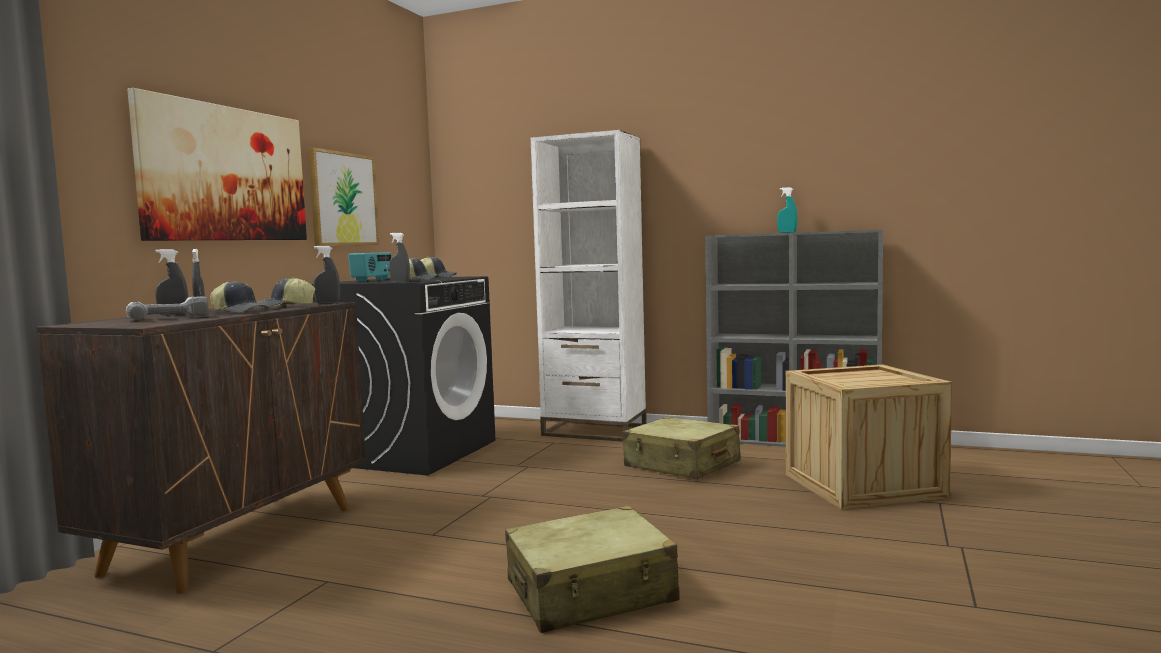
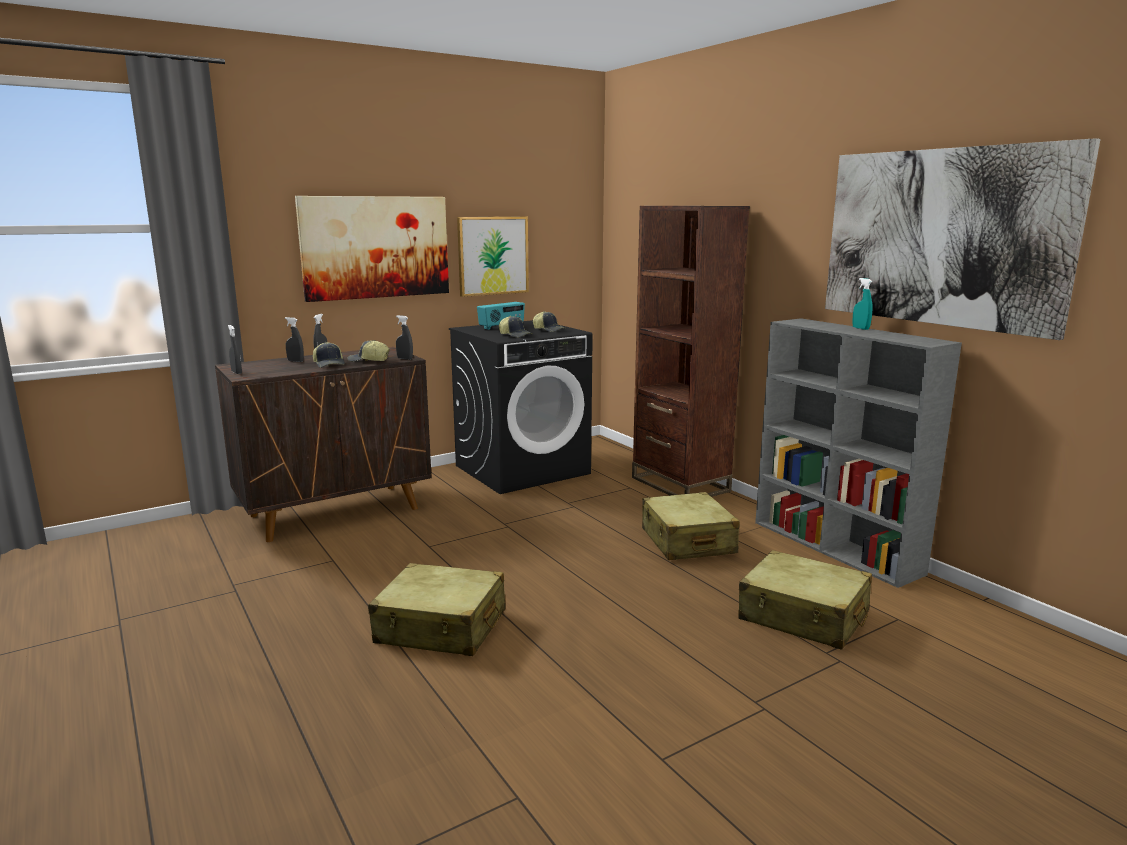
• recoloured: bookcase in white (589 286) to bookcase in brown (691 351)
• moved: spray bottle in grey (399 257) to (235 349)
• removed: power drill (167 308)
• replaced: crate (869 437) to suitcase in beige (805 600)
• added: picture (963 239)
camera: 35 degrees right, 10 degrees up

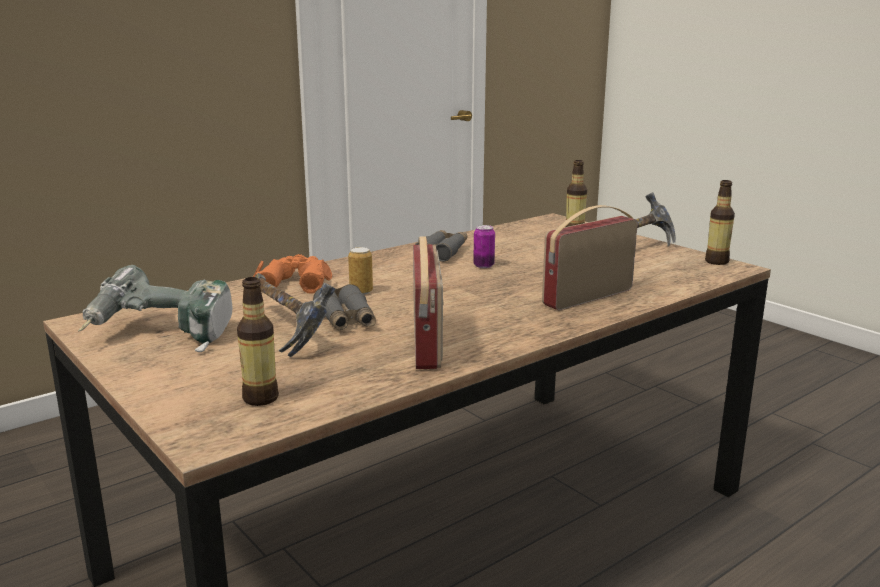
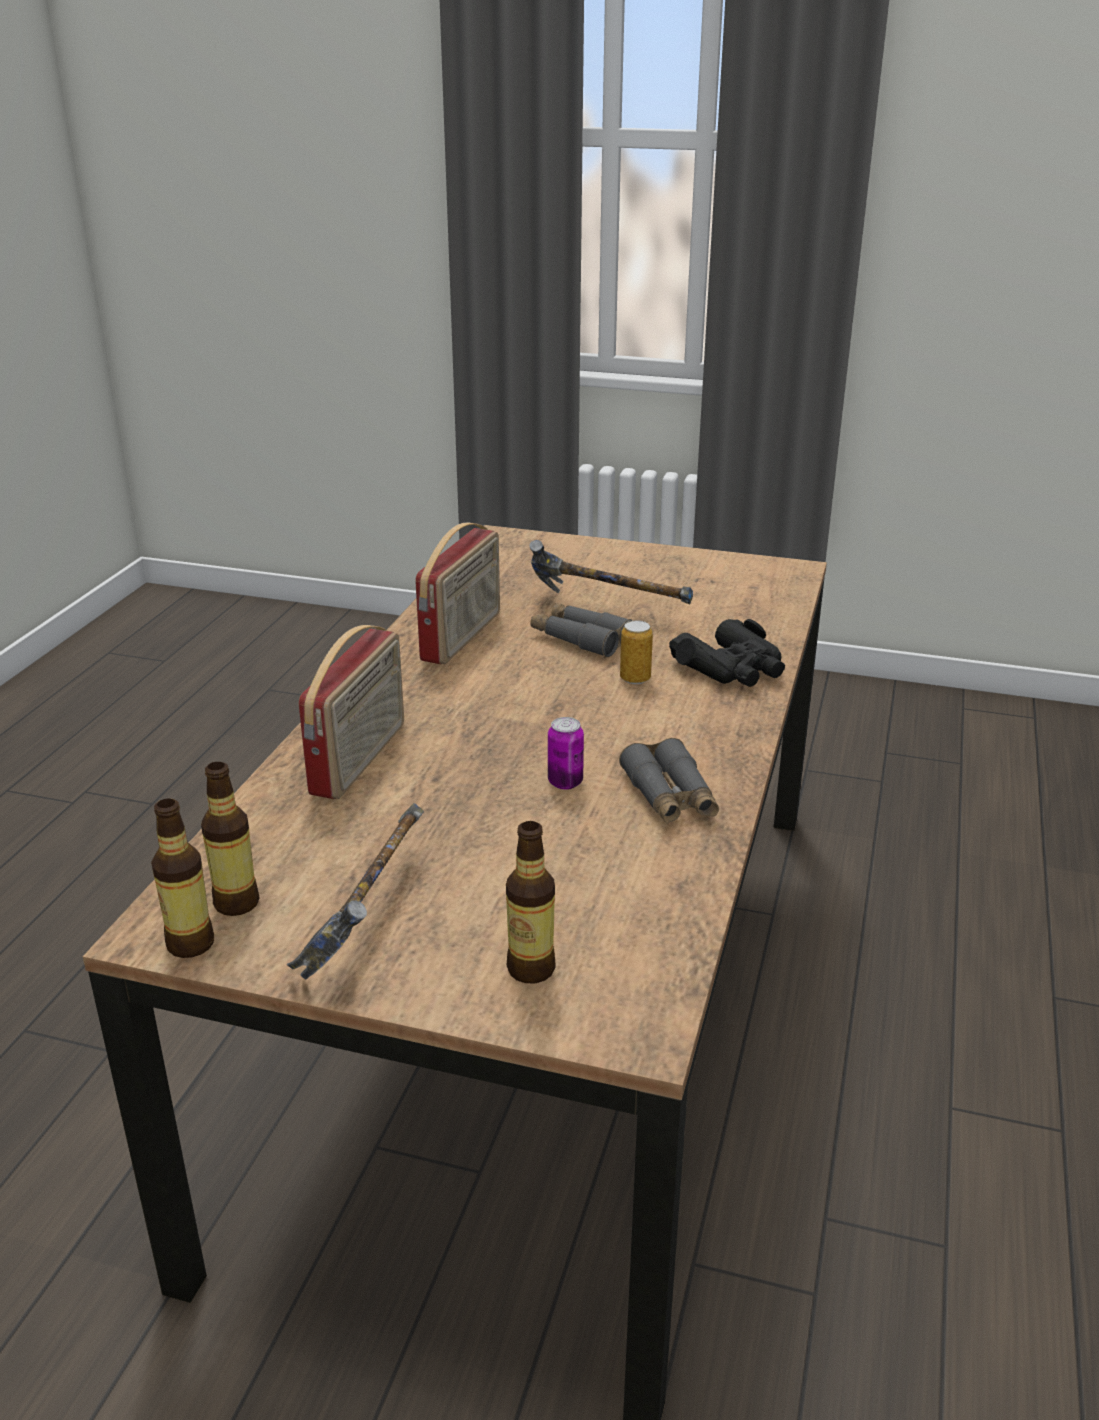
• turned: radio (428 303) = (457 593) 120 degrees counterclockwise
• recoloured: binoculars in orange (292 274) to binoculars in black (727 653)
• removed: power drill (155 308)
• moved: bottle (258 341) to (230 839)
camera: 145 degrees right, 10 degrees up

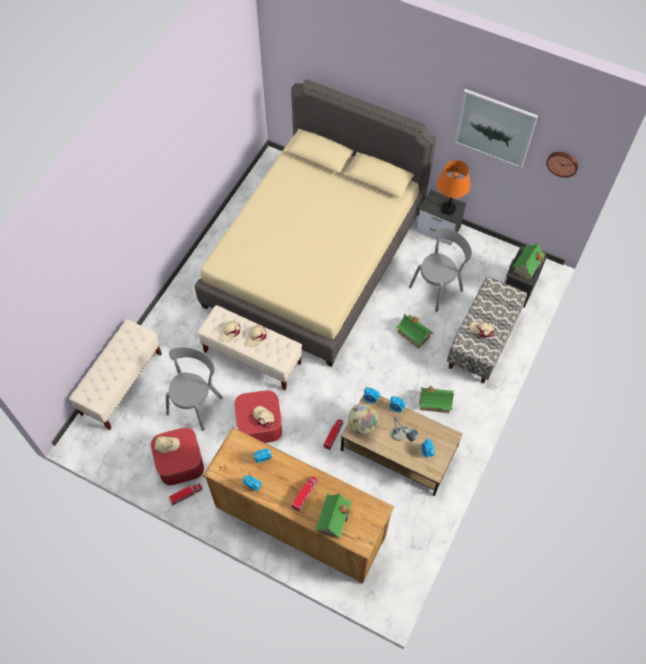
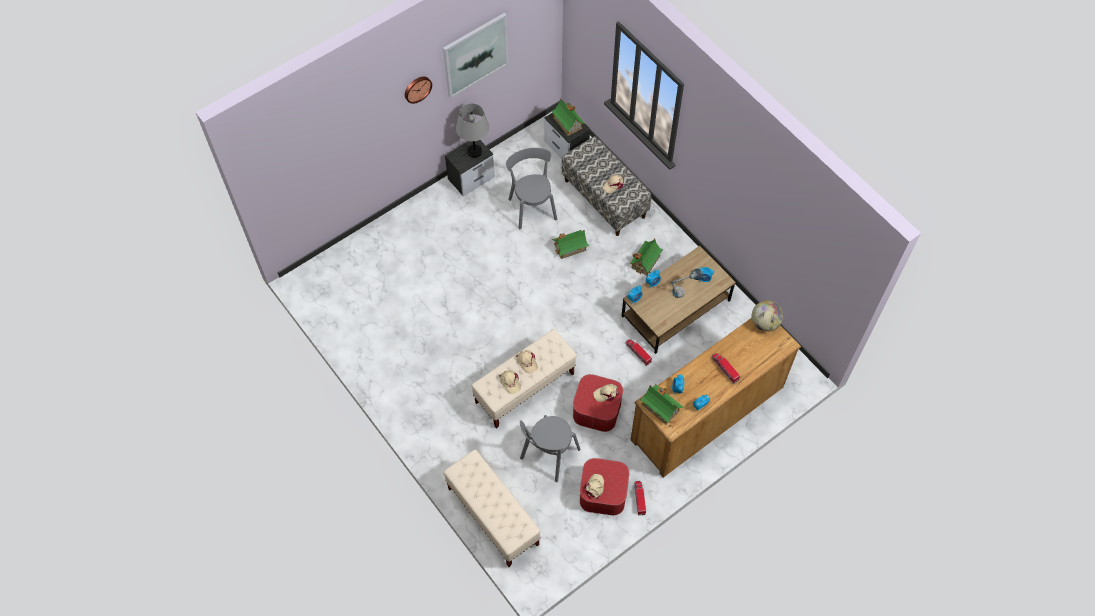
• removed: bed in beige (315 223)
• moved: wall clock (562 165) to (418 90)
• recoloured: table lamp in orange (453 187) to table lamp in grey (473 130)
• turned: chair in grey (194 389) = (550 448) 105 degrees counterclockwise
• moved: globe (363 419) to (767 316)
• moved: toy house (333 515) to (661 404)
camera: 65 degrees left, 0 degrees up

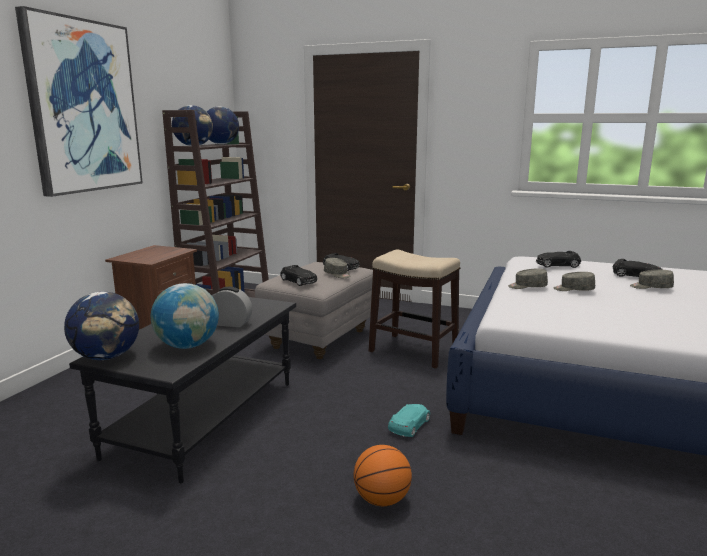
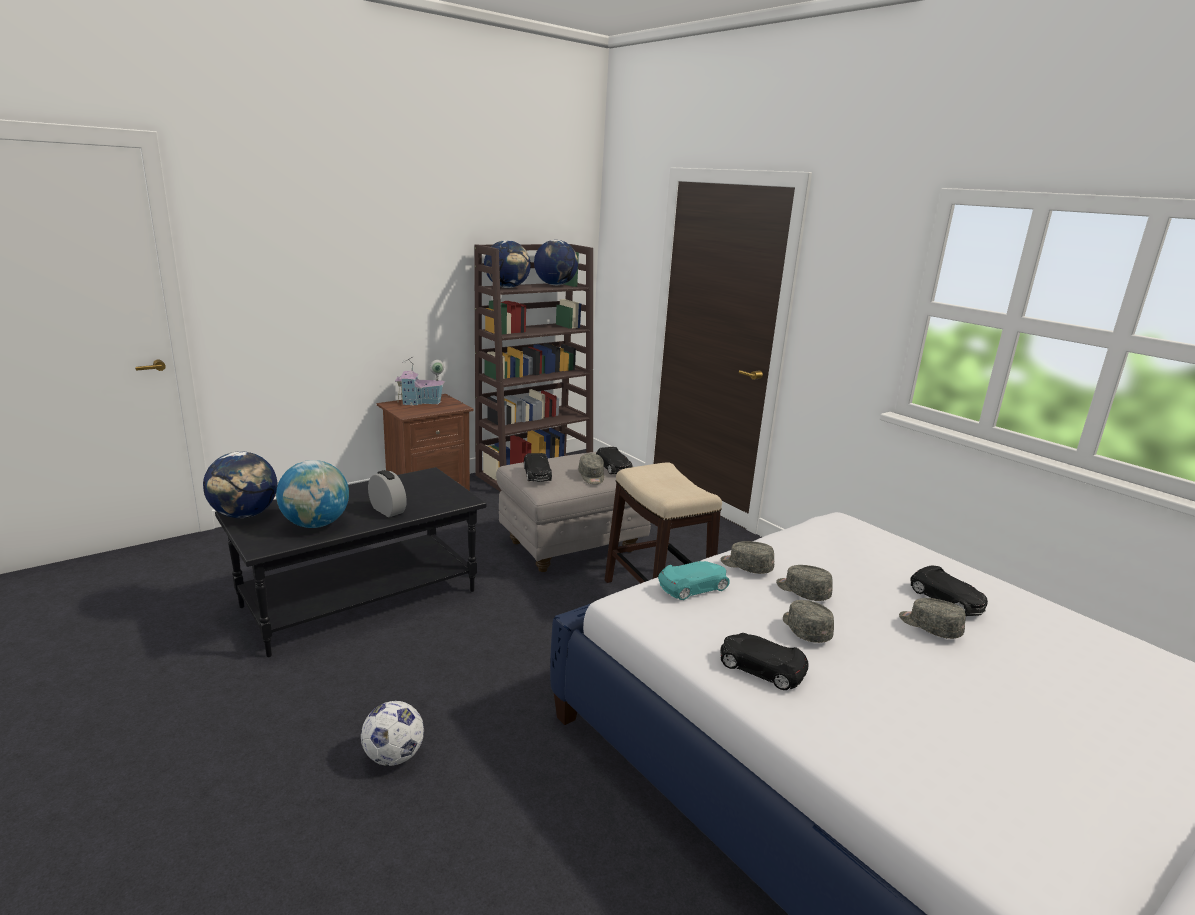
• removed: picture (79 101)
• moved: toy car in black (558 259) to (764 661)
• moved: toy car in turquoise (409 420) to (694 580)
• replaced: basketball (382 475) to football (392 733)
• added: toy house (420 380)
• added: cap in grey (808 621)
camera: 30 degrees right, 5 degrees up

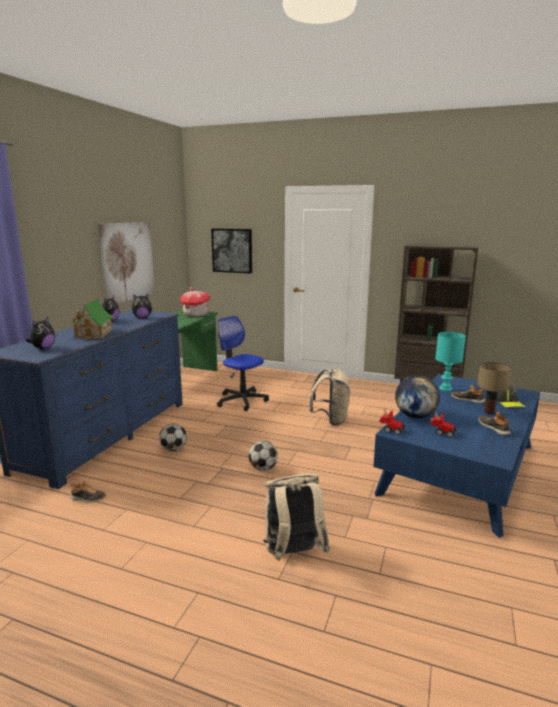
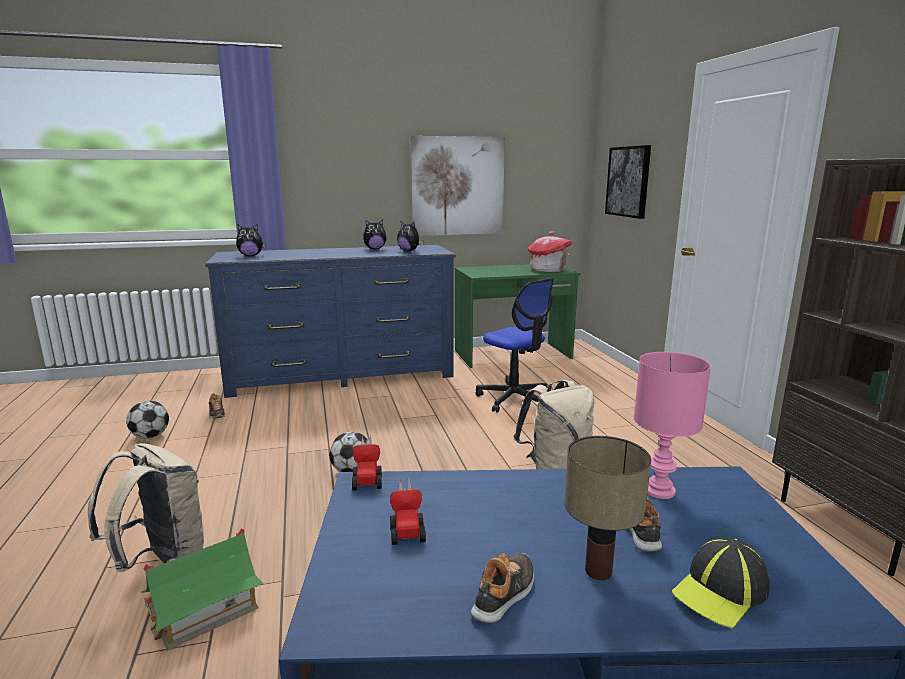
• moved: toy house (92 318) to (202 589)
• turned: office chair (243 363) = (515 345) 135 degrees clockwise
• recoloured: table lamp in turquoise (450 361) to table lamp in pink (672 425)
• removed: globe (417 396)
• moved: football (173 437) to (147 420)
camera: 55 degrees right, 0 degrees up

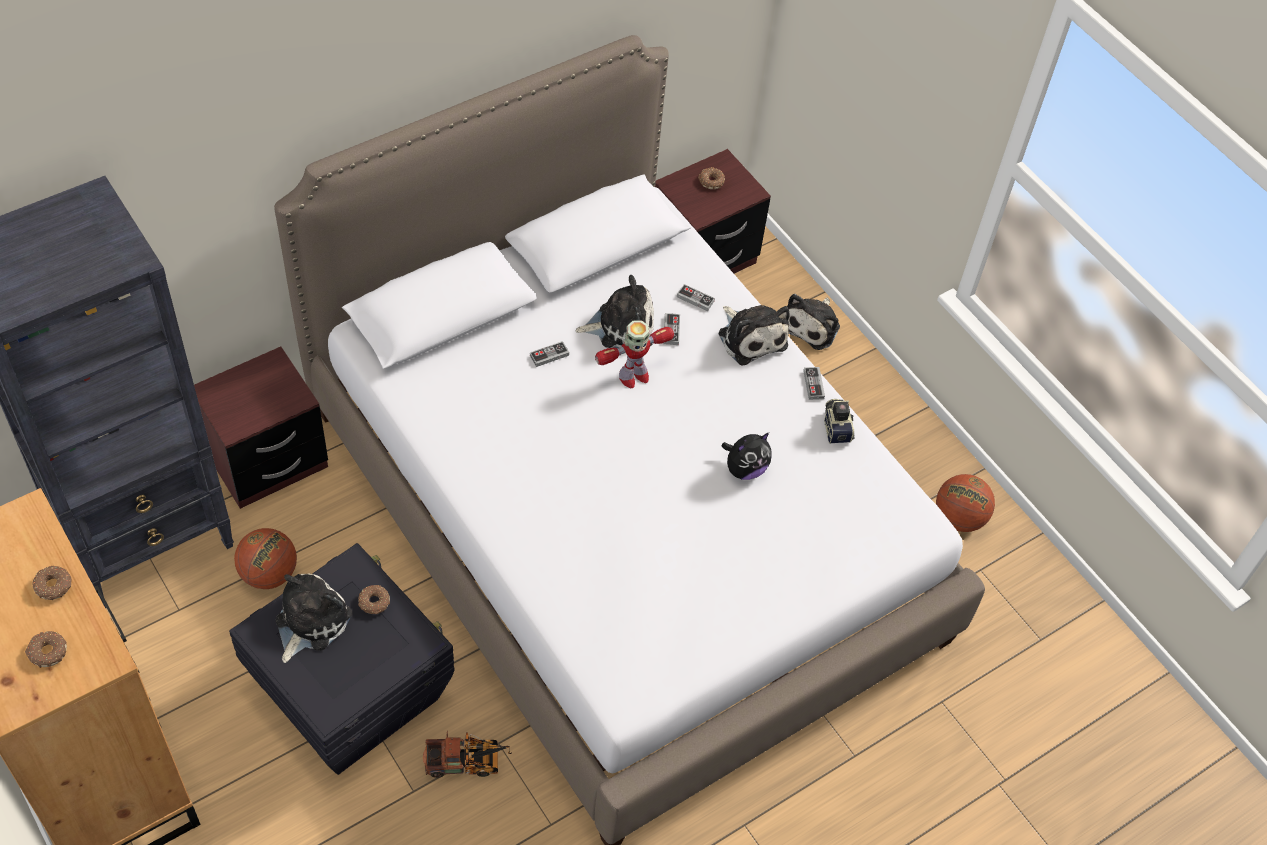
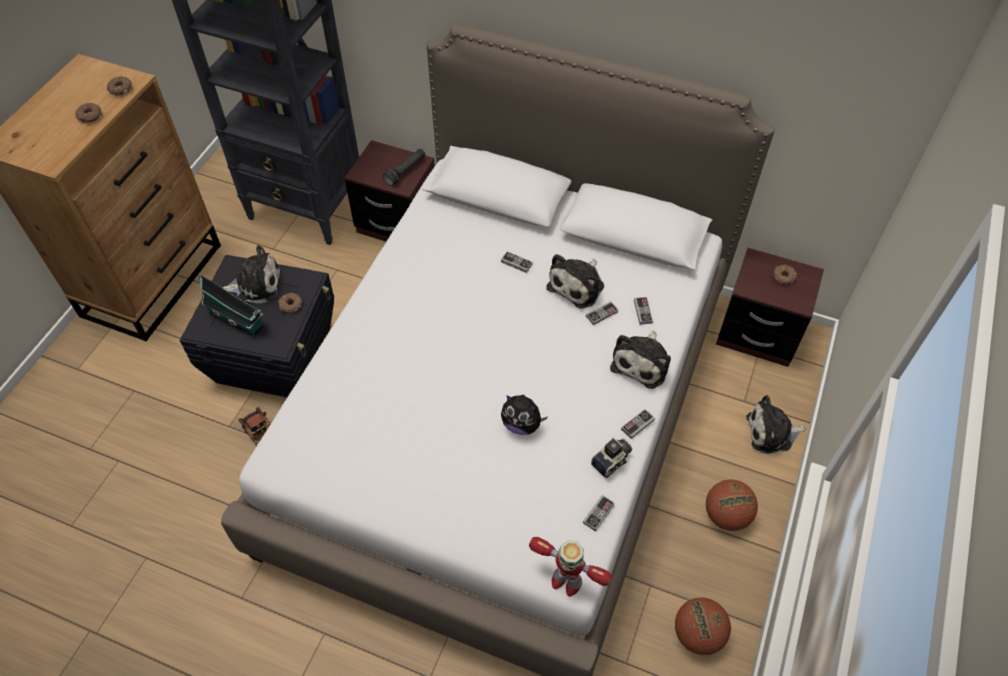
• turned: plush toy (615 311) = (575 281) 75 degrees clockwise
• moved: toy robot (634 354) to (570 567)
• moved: basketball (265 558) to (732 505)
• moved: donut (46 649) to (119 86)
• added: flashlight in black (404 167)
• added: toy house (231 305)
• added: game controller (599 513)
camera: 60 degrees right, 0 degrees up

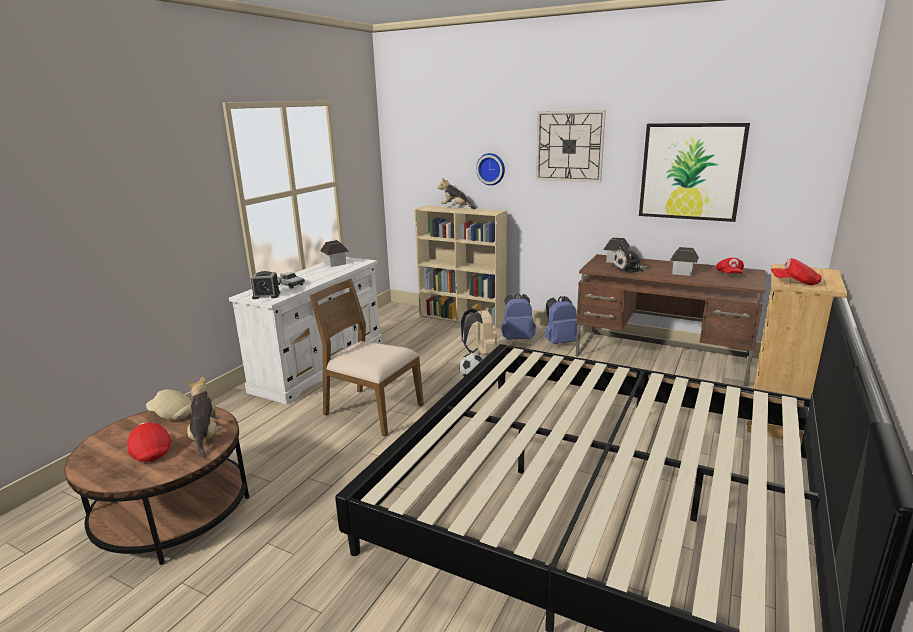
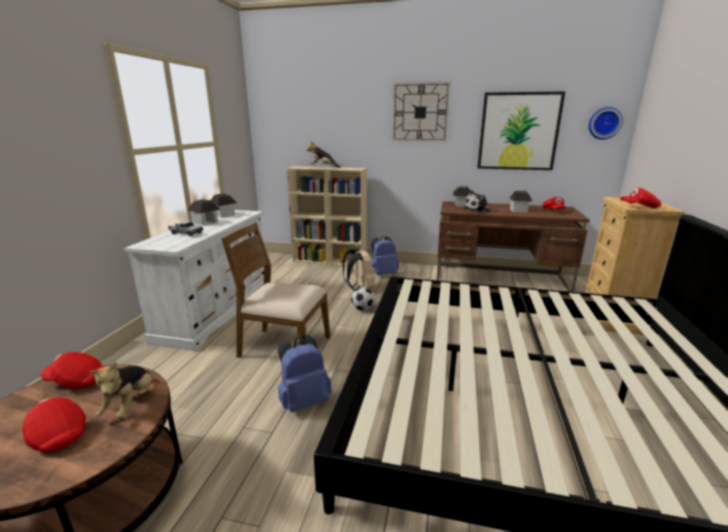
• moved: wall clock (490 169) to (606 123)
• removed: alarm clock (266 285)
• moved: backpack in blue (561 320) to (304 373)
• turned: plush toy (205 417) = (121 390) 150 degrees counterclockwise
• recoloured: cap in beige (169 404) to cap in red (72 370)
• added: toy house (203 212)
camera: 15 degrees left, 0 degrees up

